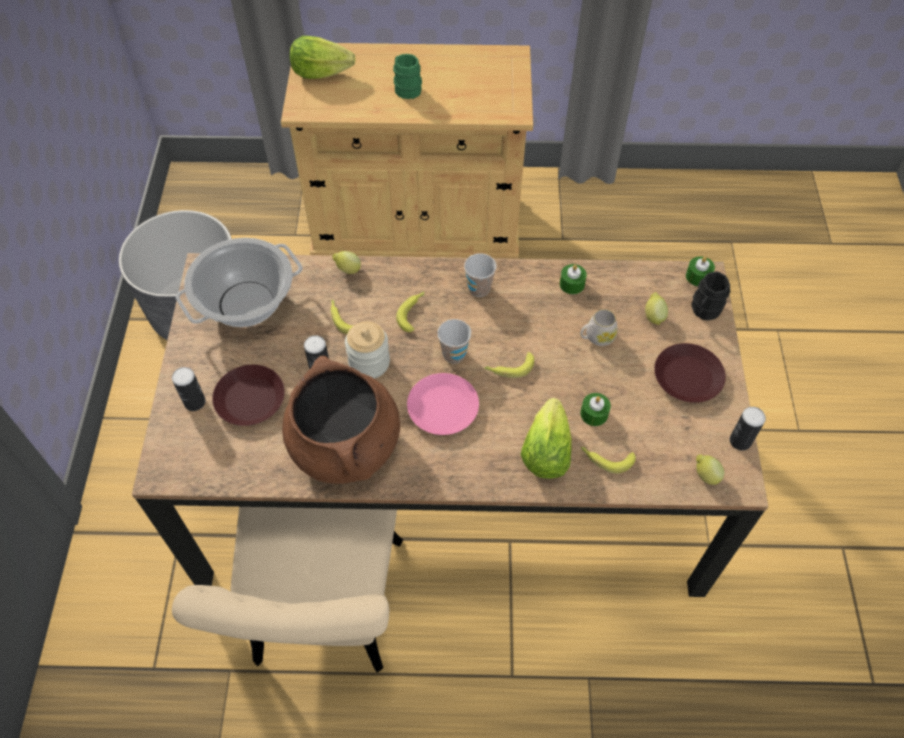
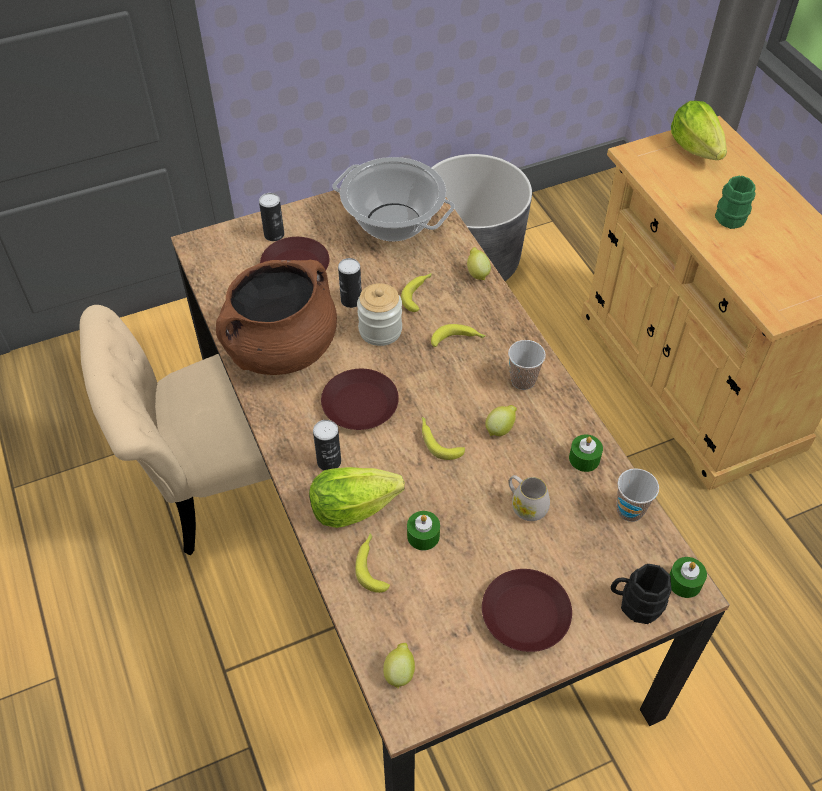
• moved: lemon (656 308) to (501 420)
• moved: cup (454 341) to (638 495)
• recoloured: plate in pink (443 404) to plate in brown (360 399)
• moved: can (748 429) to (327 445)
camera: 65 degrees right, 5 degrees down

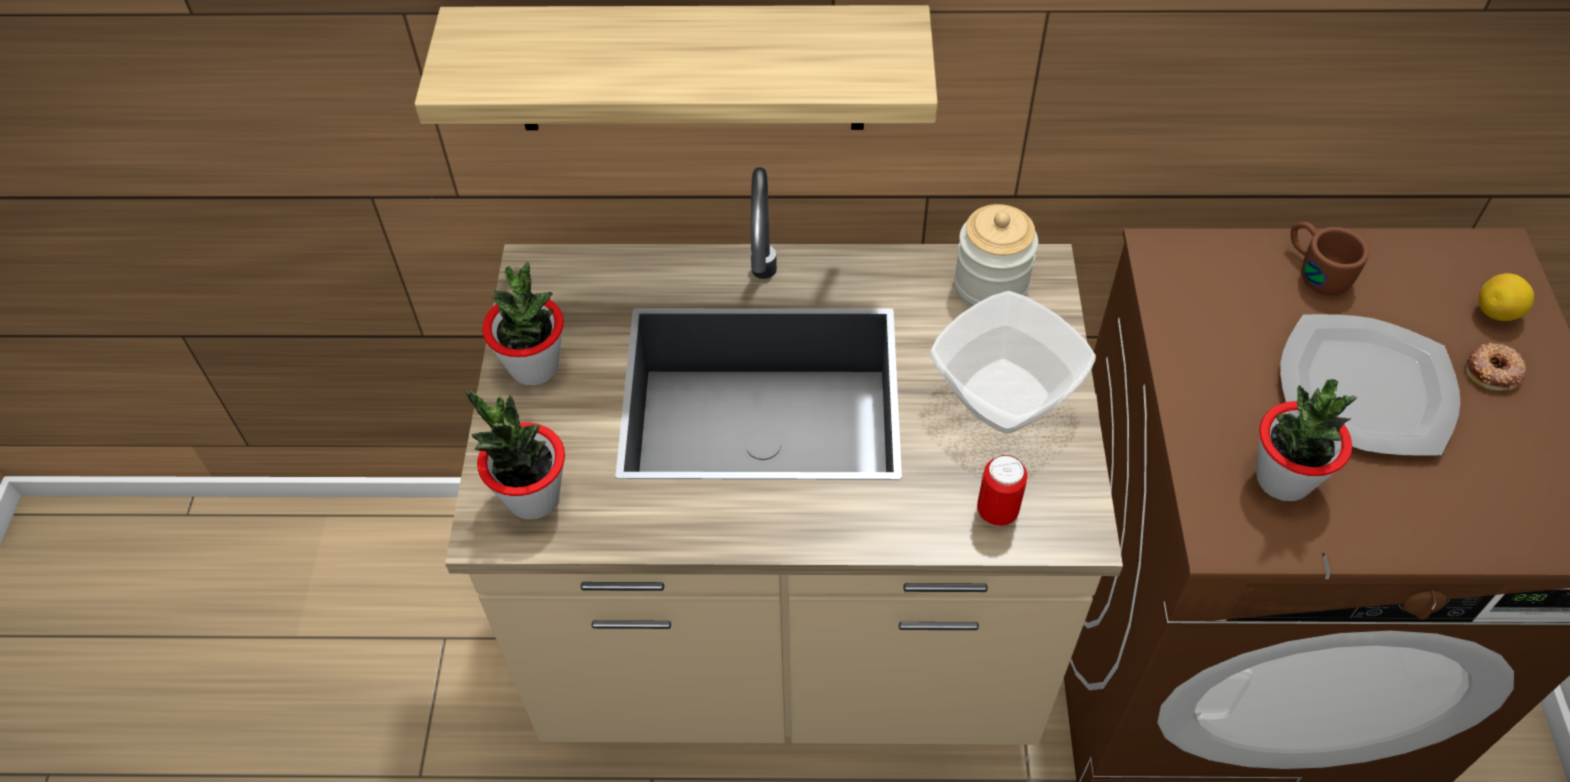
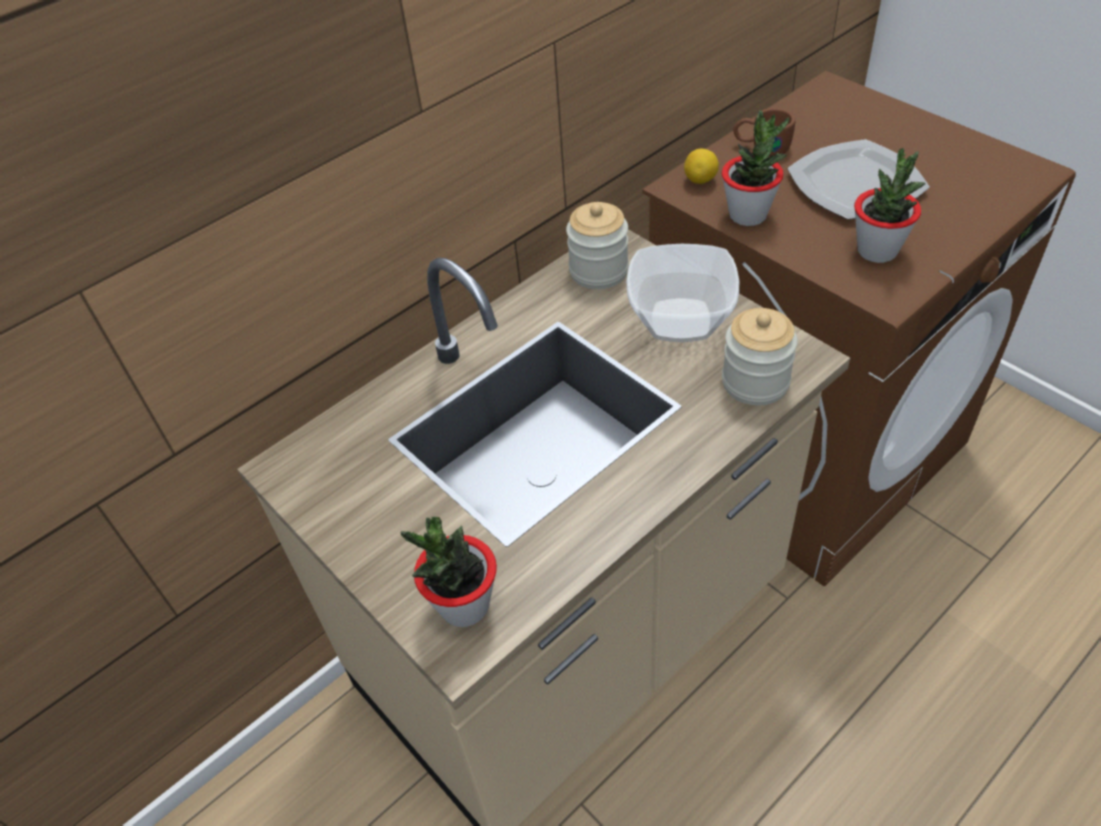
• removed: shelf (676 67)
• moved: potted plant (523 324) to (755 168)
• moved: lemon (1506 297) to (701 166)
• removed: donut (1495 367)
• replaced: can (1002 491) to jar (760 356)
camera: 40 degrees left, 5 degrees down

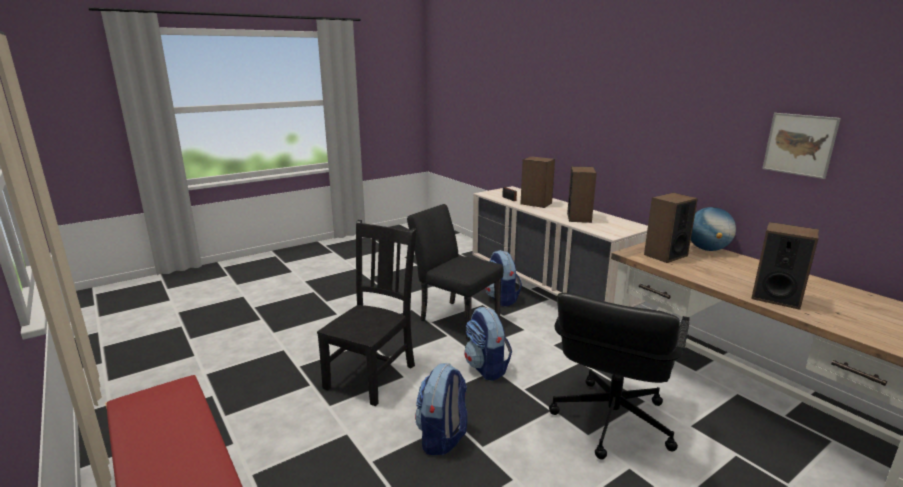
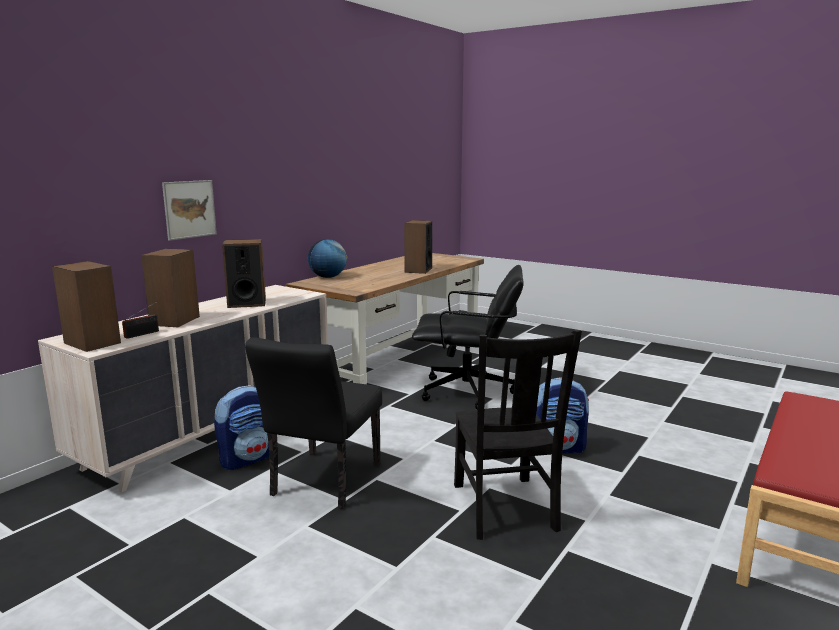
• moved: picture (801 146) to (189 210)
• moved: speaker (671 228) to (86 306)
• turned: chair in black (367 313) = (518 435) 105 degrees counterclockwise
• removed: backpack (488 344)
camera: 110 degrees left, 5 degrees down

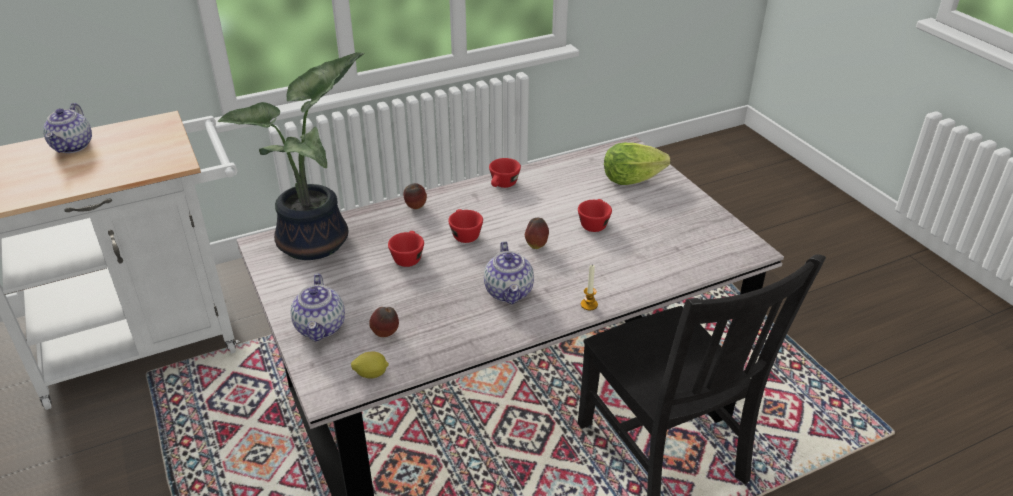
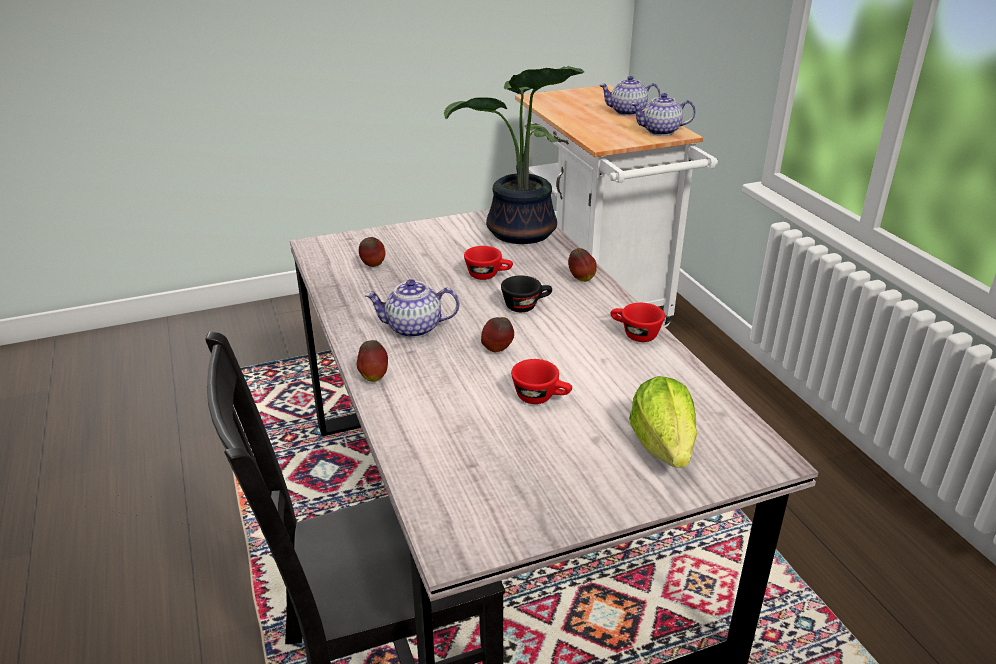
• recoloured: cup in red (465 226) to cup in black (526 294)
• replaced: candle (589 288) to apple (372 361)
• moved: teapot (318 308) to (663 114)
• removed: lemon (370 365)
camera: 95 degrees right, 5 degrees down

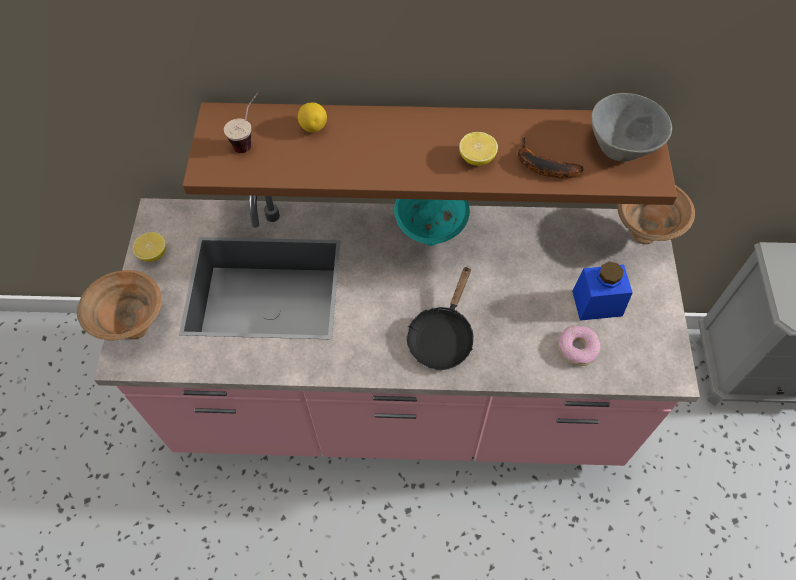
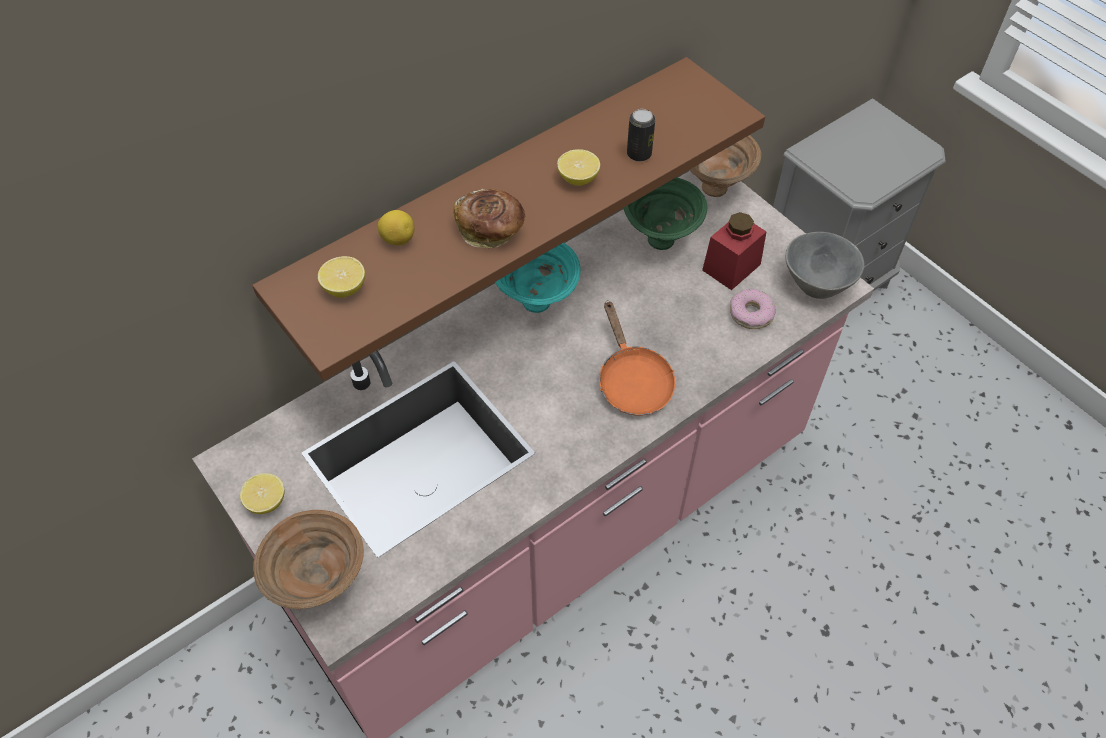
• replaced: cup (241 123) to lemon (341 277)
• moved: bowl in grey (631 127) to (824 265)
• replaced: banana (550 157) to can (641 135)
• recoloured: jar in blue (602 291) to jar in red (734 251)
• recoloured: frying pan in black (440 318) to frying pan in orange (637 358)
• added: bowl in green (665 213)
• added: bread (489 218)
camera: 40 degrees left, 5 degrees down

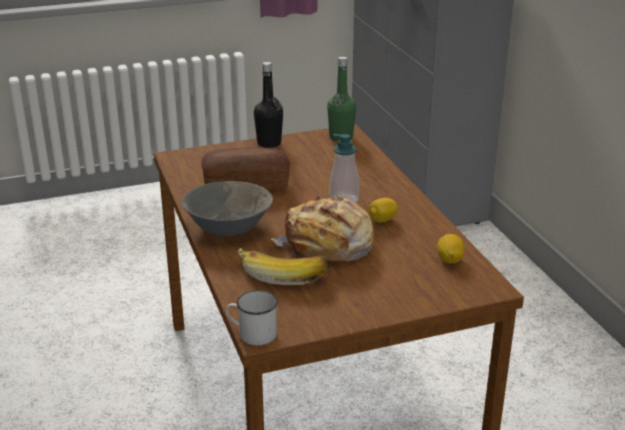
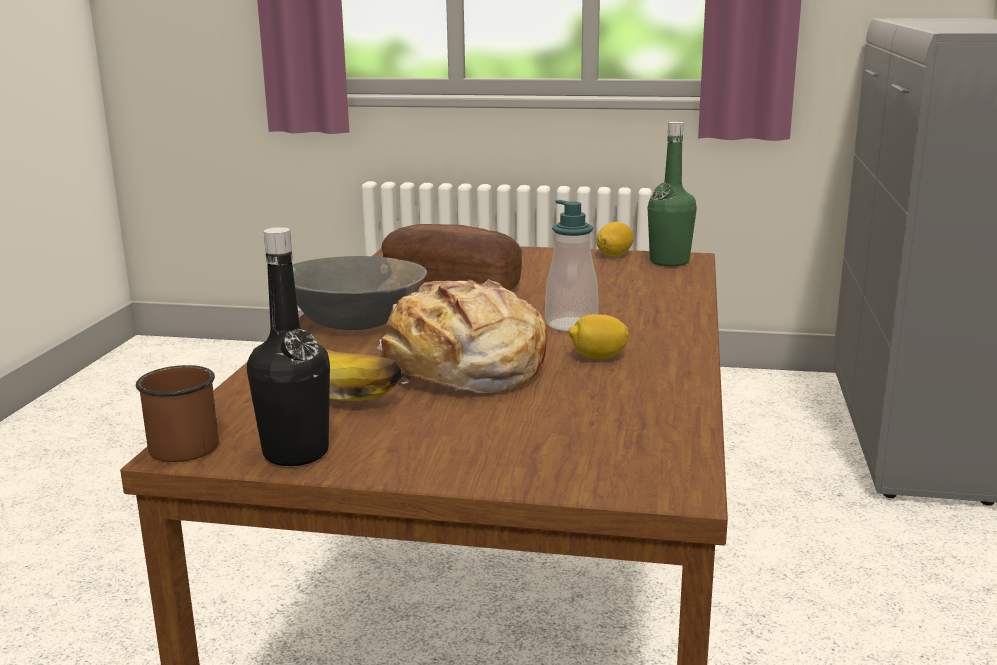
• moved: bottle in black (268 105) to (288 346)
• moved: lemon (450 249) to (615 239)
• recoloured: mug in white (251 317) to mug in brown (177 413)
camera: 30 degrees right, 10 degrees down

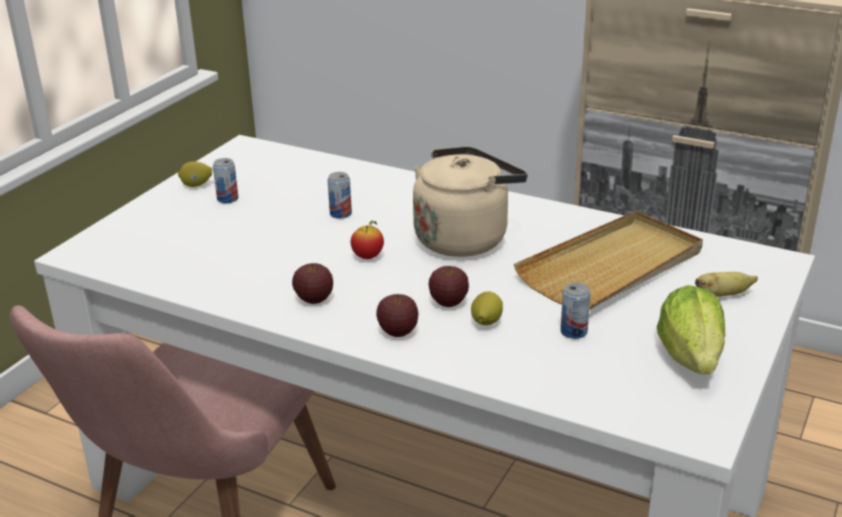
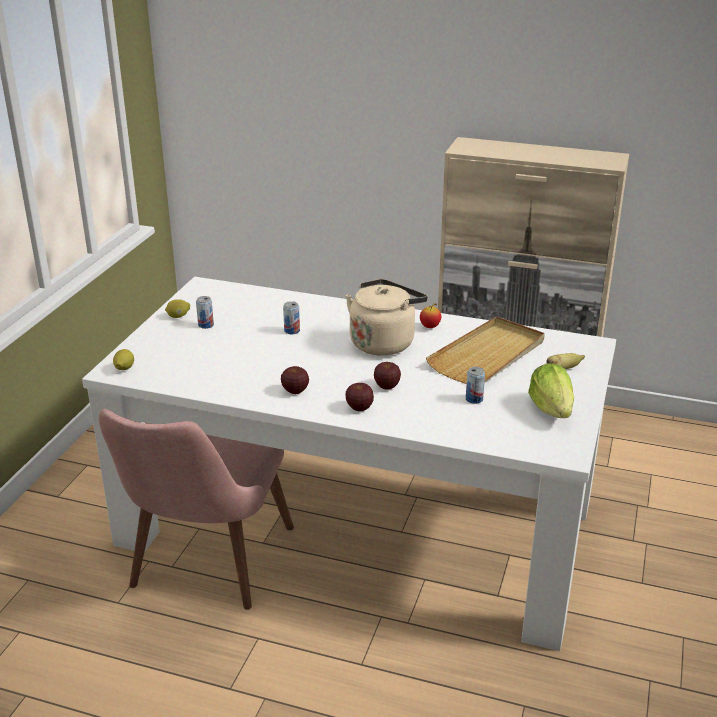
• moved: apple (367 239) to (430 315)
• moved: lemon (487 308) to (123 359)
camera: 10 degrees left, 0 degrees up

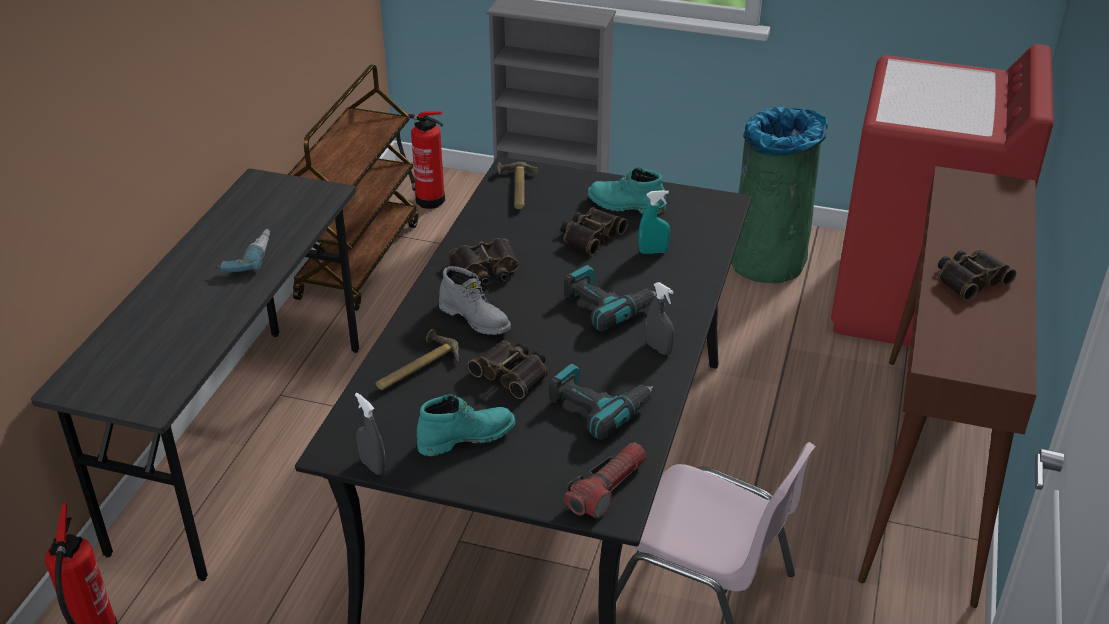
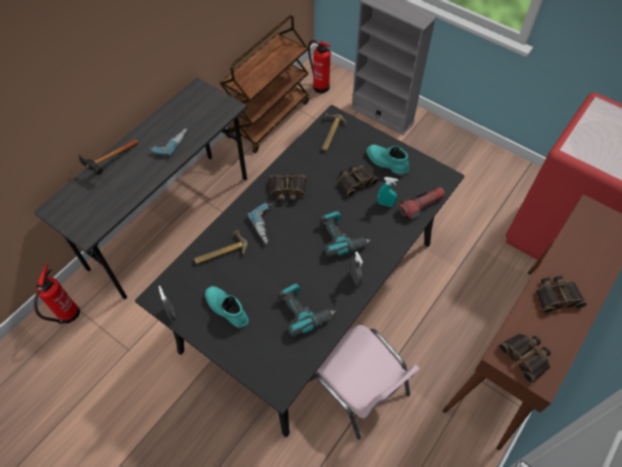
• removed: trash can in green (779 195)
• replaced: boot in grey (475 300) to power drill (260 223)
• moved: binoculars (507 369) to (525 358)
• turned: boot in turquoise (466 425) = (227 307) 135 degrees counterclockwise
• moved: flashlight (606 480) to (422 203)
• added: hammer (108 157)
camera: 20 degrees right, 20 degrees up

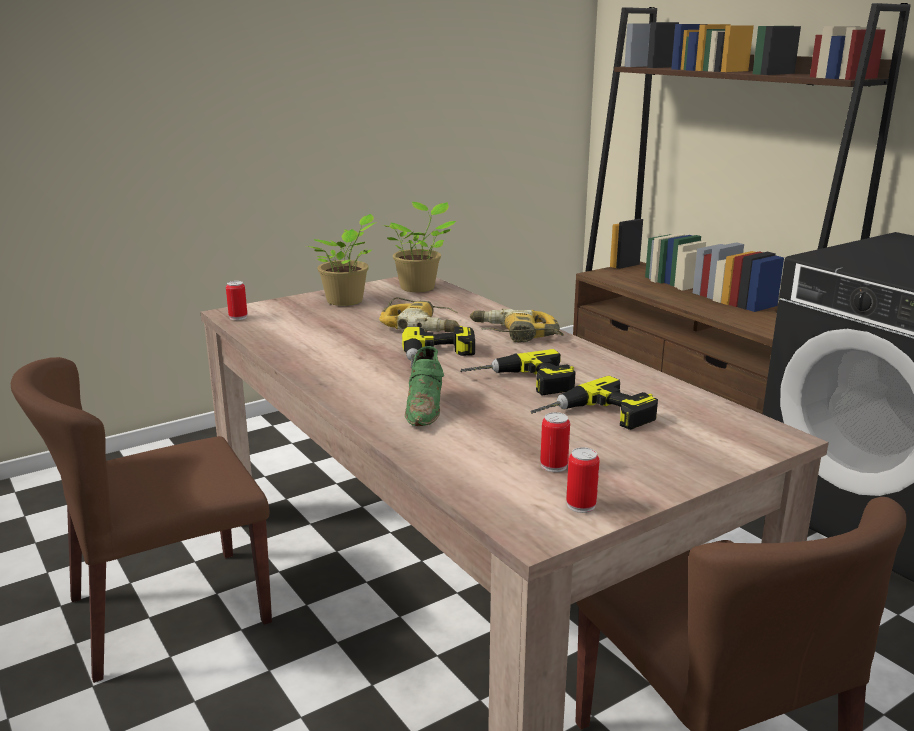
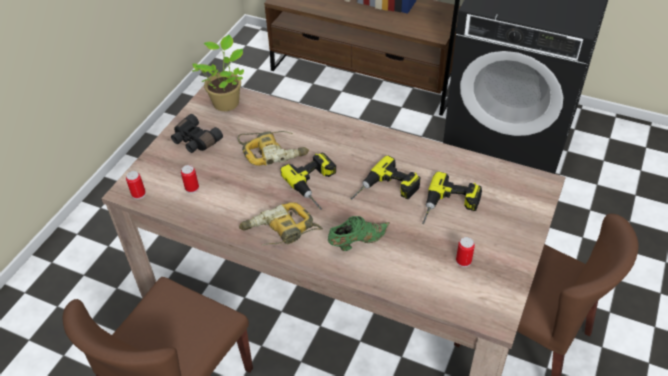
• replaced: potted plant (342 260) to binoculars in black (197 133)
• moved: power drill (517 325) to (281 224)
• turned: shoe in green (424 386) = (359 233) 90 degrees counterclockwise
• moved: can (582 480) to (190 179)
camera: 30 degrees left, 25 degrees up

